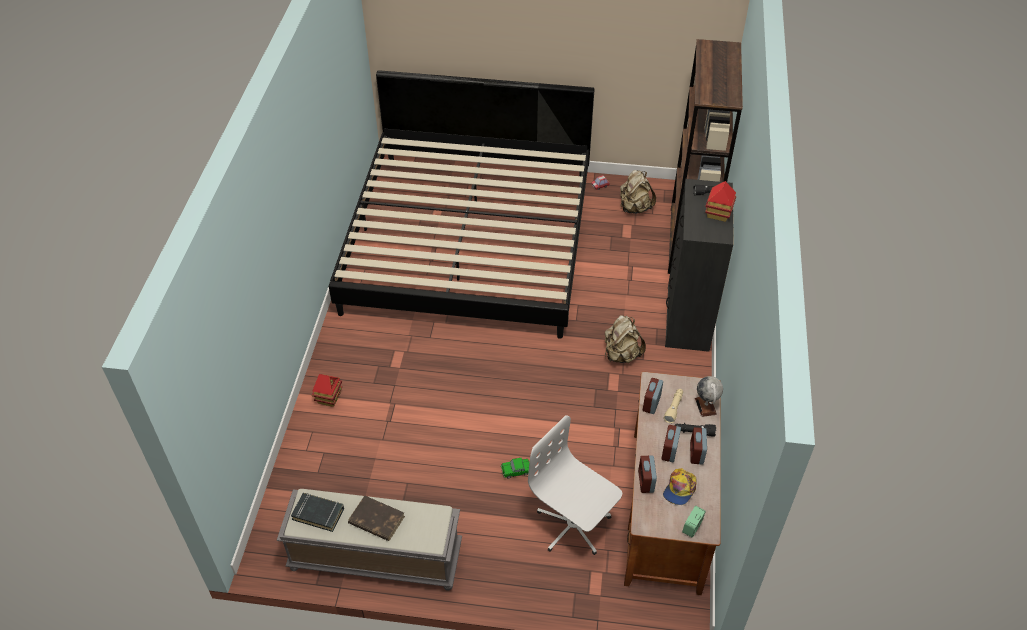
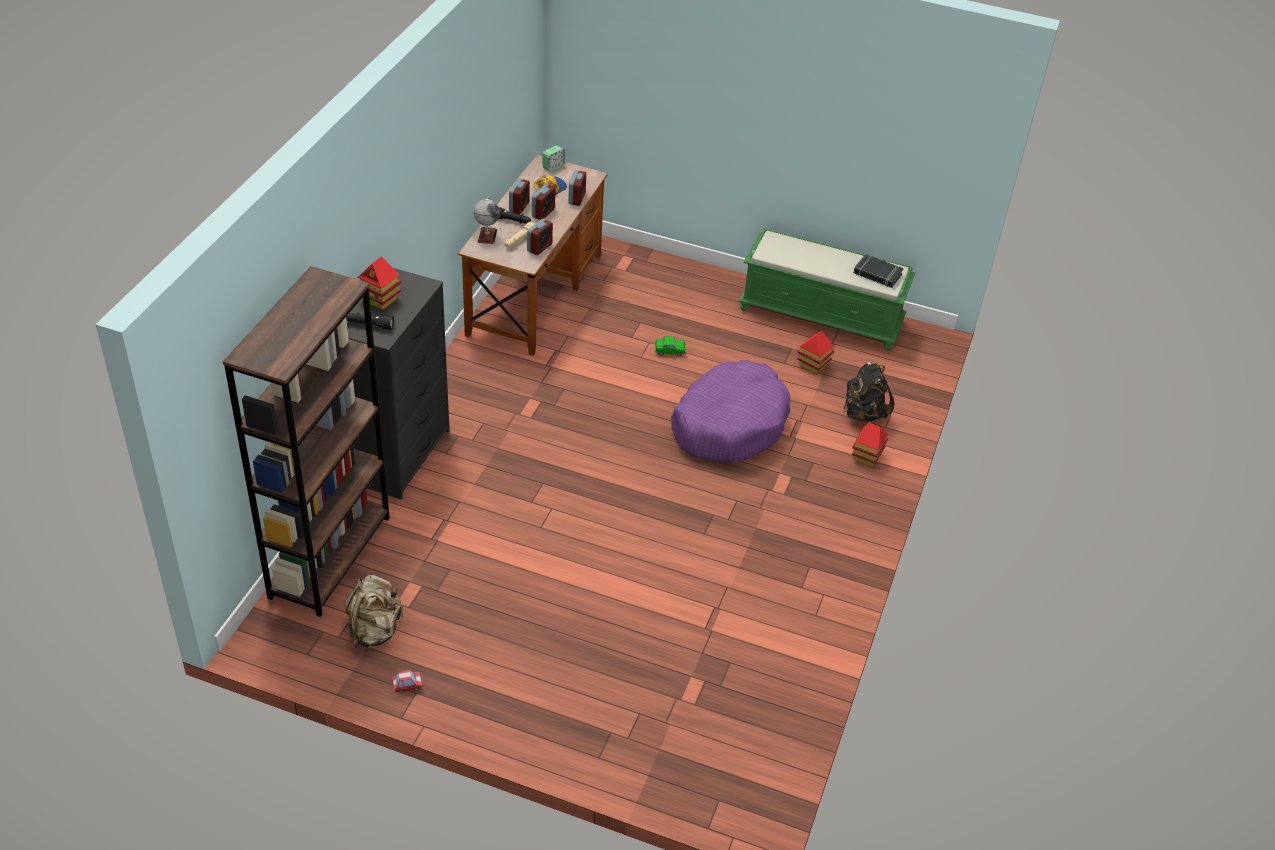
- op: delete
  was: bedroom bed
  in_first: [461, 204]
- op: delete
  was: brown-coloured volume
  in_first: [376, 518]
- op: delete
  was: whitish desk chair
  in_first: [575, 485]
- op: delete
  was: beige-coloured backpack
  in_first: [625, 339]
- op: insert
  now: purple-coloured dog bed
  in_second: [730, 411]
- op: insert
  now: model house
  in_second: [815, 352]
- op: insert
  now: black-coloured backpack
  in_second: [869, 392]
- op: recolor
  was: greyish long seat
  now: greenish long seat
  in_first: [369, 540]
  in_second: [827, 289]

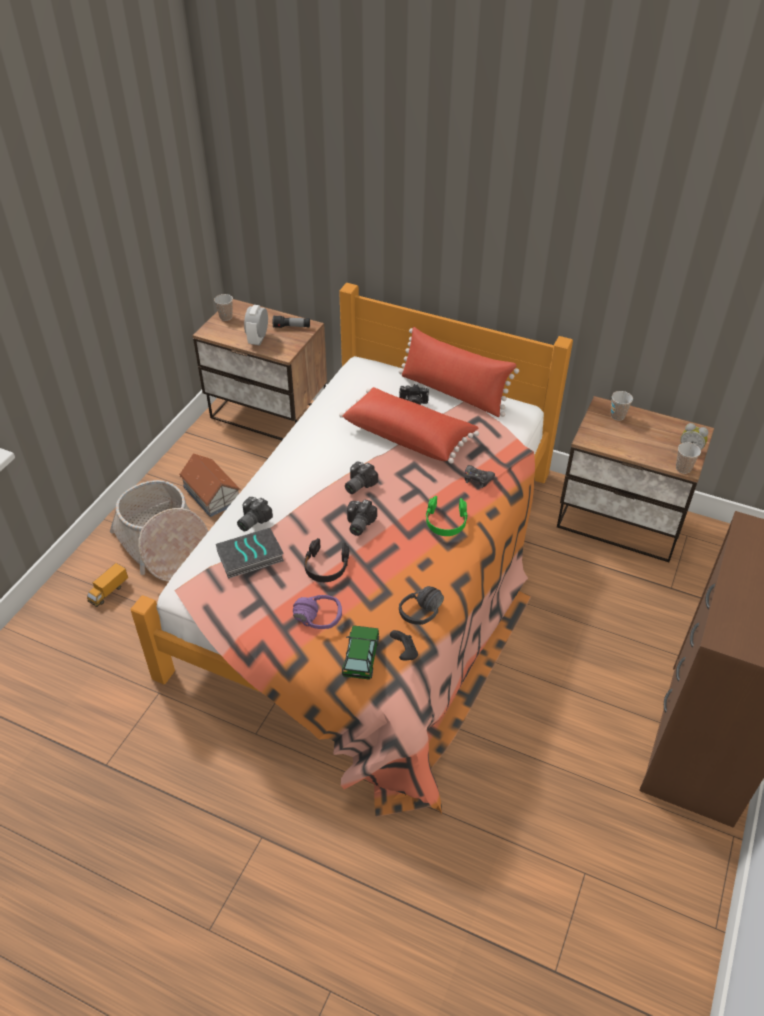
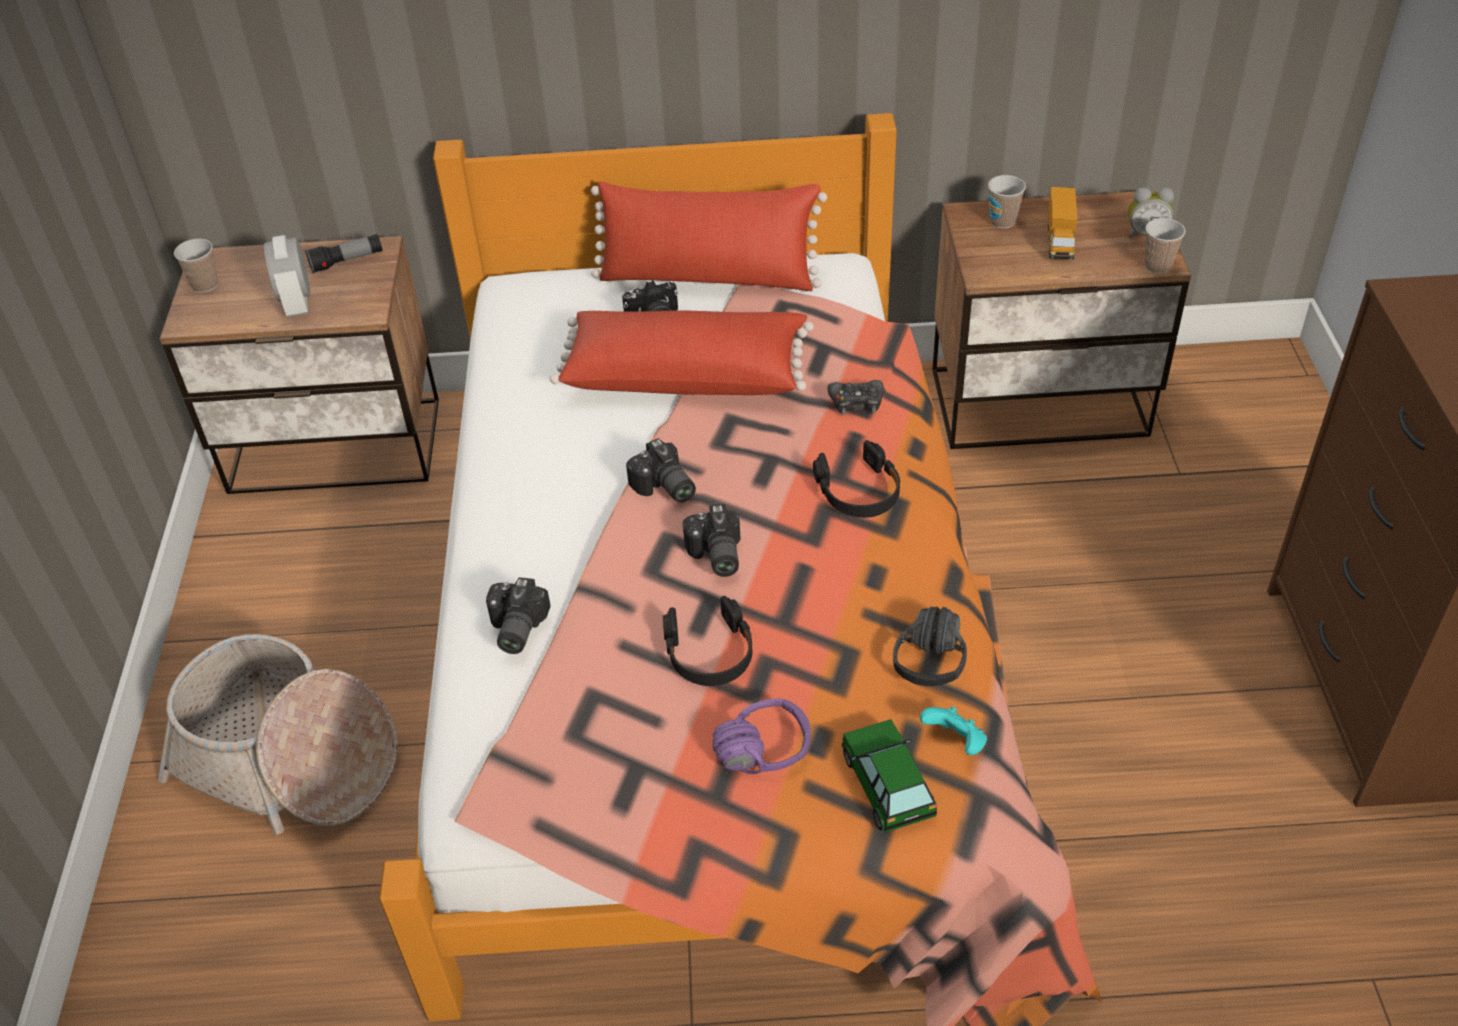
- op: delete
  was: model house
  in_first: [210, 485]
- op: delete
  was: volume
  in_first: [250, 553]
- op: move
  was: toy truck
  in_first: [107, 585]
  in_second: [1062, 223]
- op: recolor
  was: black-coloured gamepad
  now: turquoise-coloured gamepad
  in_first: [404, 645]
  in_second: [953, 730]
- op: recolor
  was: greenish headphones
  now: black-coloured headphones
  in_first: [446, 516]
  in_second: [856, 479]
- op: rotate
  was: photo camera
  in_first: [361, 477]
  in_second: [661, 470]
  clockwise: -45

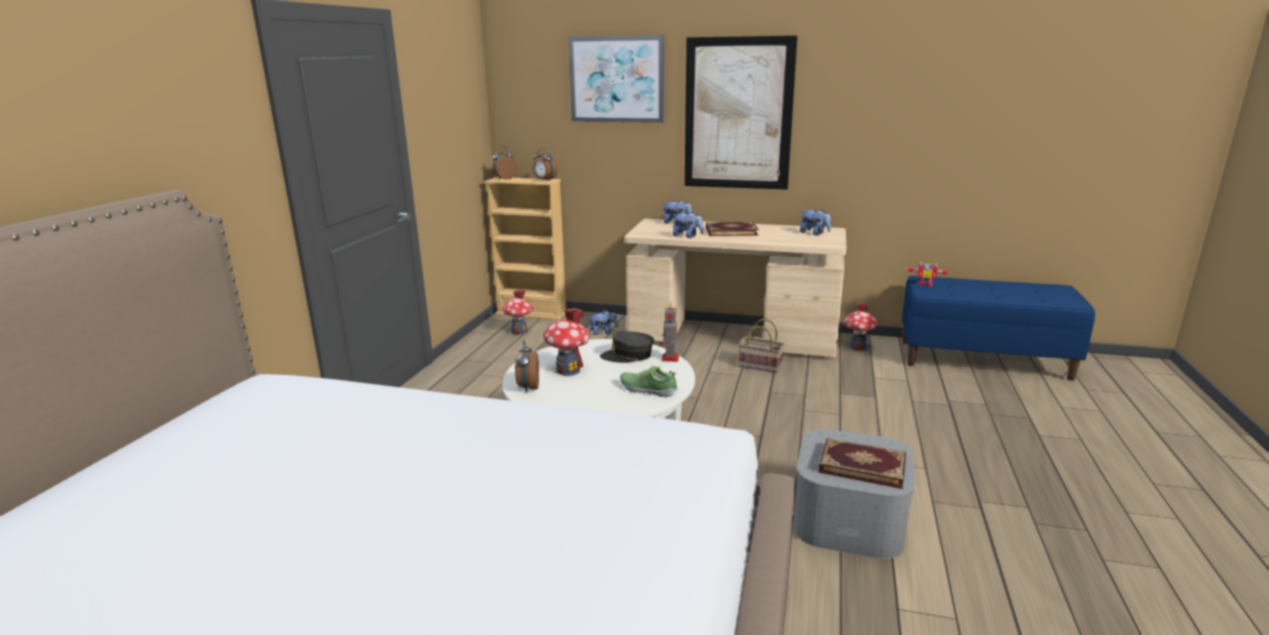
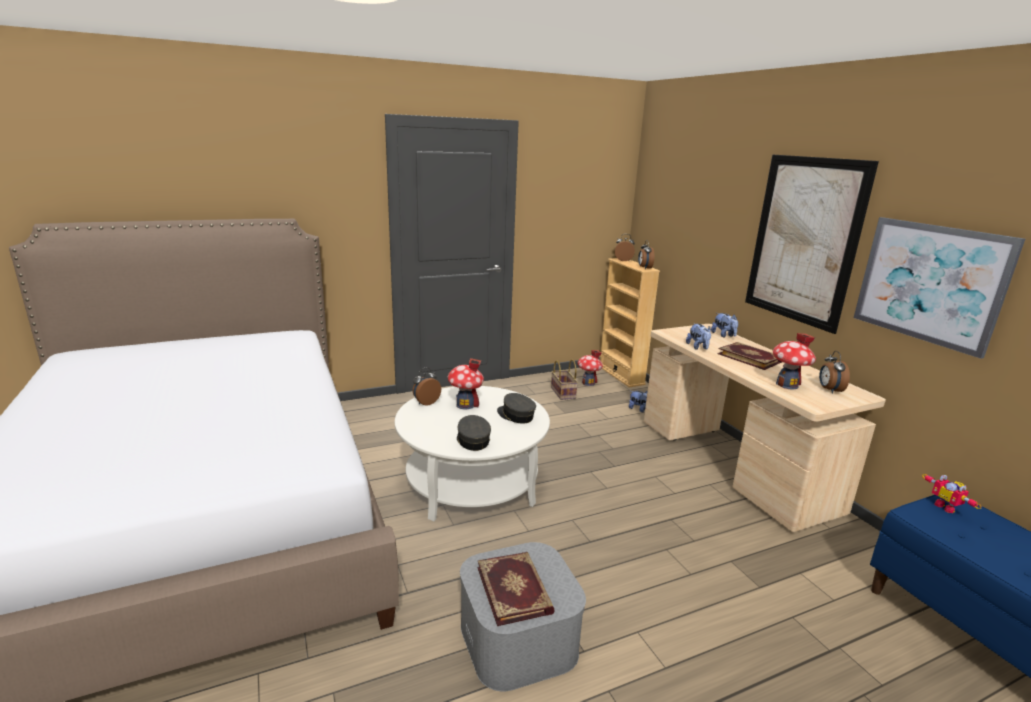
- op: delete
  was: toy robot
  in_first: [670, 332]
- op: move
  was: wall art
  in_first: [616, 79]
  in_second: [939, 288]
- op: move
  was: storage basket
  in_first: [761, 346]
  in_second: [564, 379]
- op: move
  was: model house
  in_first: [861, 327]
  in_second: [794, 361]
- op: replace
  was: shoe
  now: greyish peaked cap
  in_first: [649, 381]
  in_second: [474, 433]
- op: replace
  was: plush toy
  now: table clock
  in_first: [815, 222]
  in_second: [834, 372]

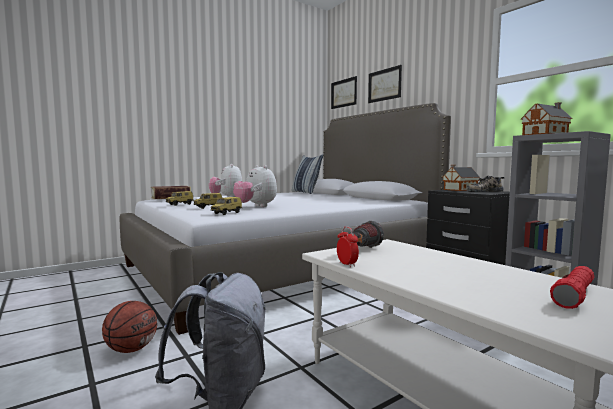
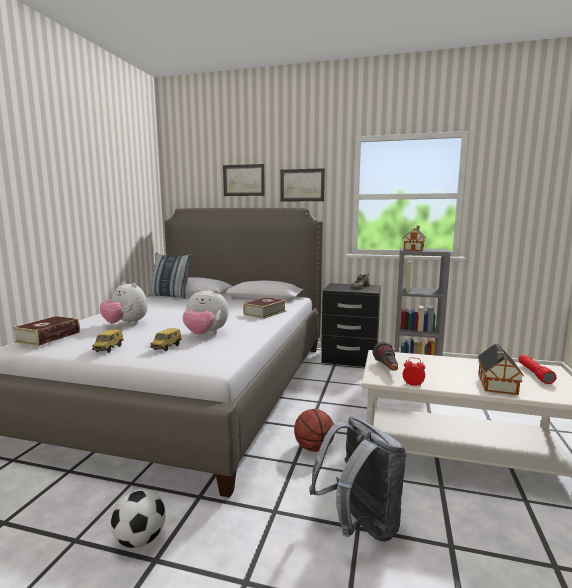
- op: delete
  was: toy car
  in_first: [226, 206]
- op: insert
  now: ball for football
  in_second: [138, 518]
- op: insert
  now: volume
  in_second: [264, 308]
- op: move
  was: ball for basketball
  in_first: [129, 327]
  in_second: [314, 430]
- op: move
  was: wall art
  in_first: [344, 92]
  in_second: [302, 185]
- op: move
  was: model house
  in_first: [461, 178]
  in_second: [501, 369]

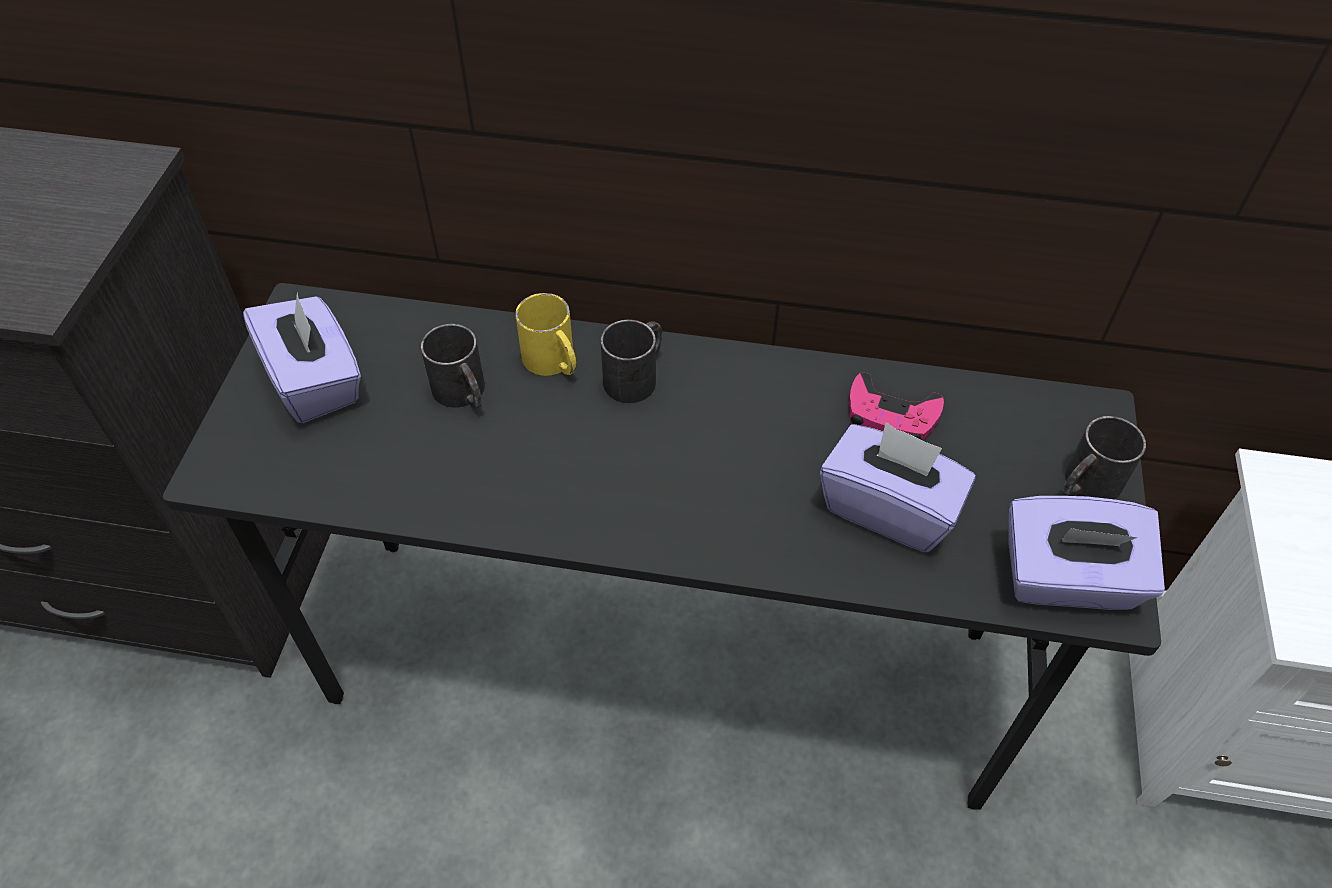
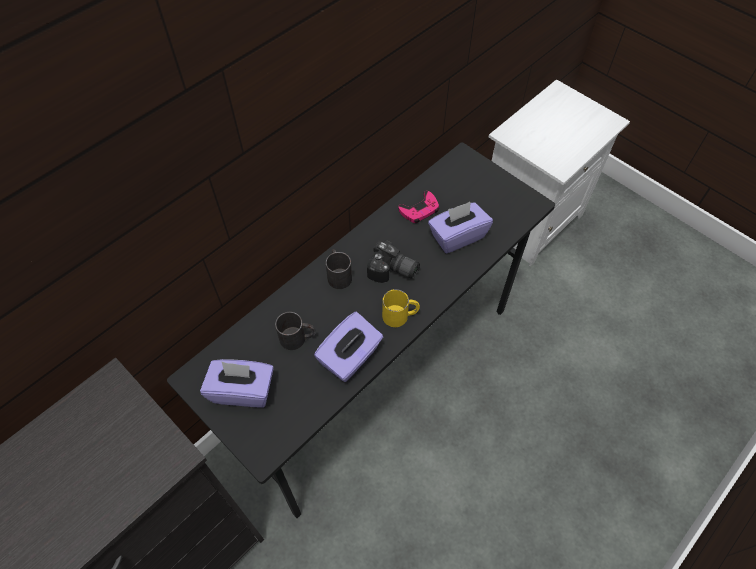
- op: delete
  was: black-coloured coffee mug
  in_first: [1104, 458]
- op: insert
  now: photo camera
  in_second: [393, 261]
- op: move
  was: yellow coffee mug
  in_first: [545, 334]
  in_second: [401, 308]
- op: move
  was: purple-coloured tissue box
  in_first: [1086, 553]
  in_second: [348, 347]

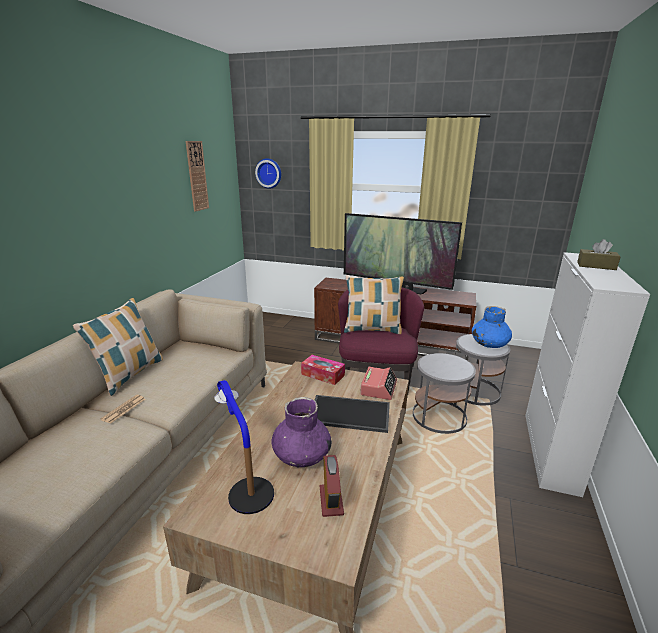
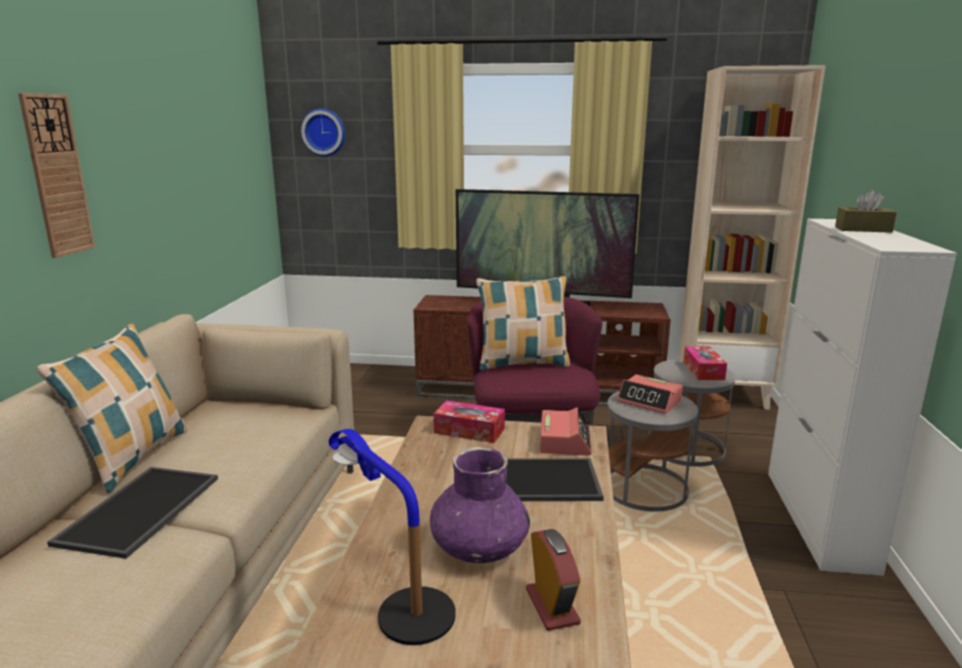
- op: insert
  now: table clock
  in_second: [650, 394]
- op: insert
  now: beige-coloured bookshelf
  in_second: [752, 237]
- op: move
  was: hanging clock
  in_first: [197, 176]
  in_second: [56, 175]
- op: replace
  was: printed paper
  now: carrying tray
  in_first: [122, 409]
  in_second: [132, 513]
- op: replace
  was: bluish vase
  now: tissue box
  in_first: [492, 327]
  in_second: [705, 363]

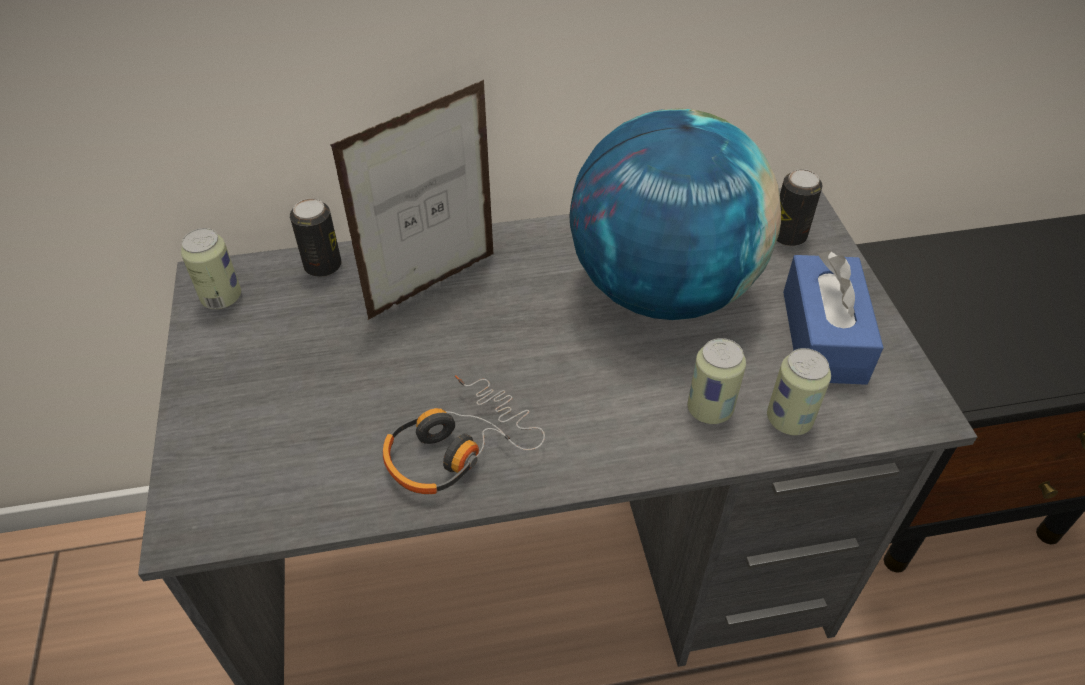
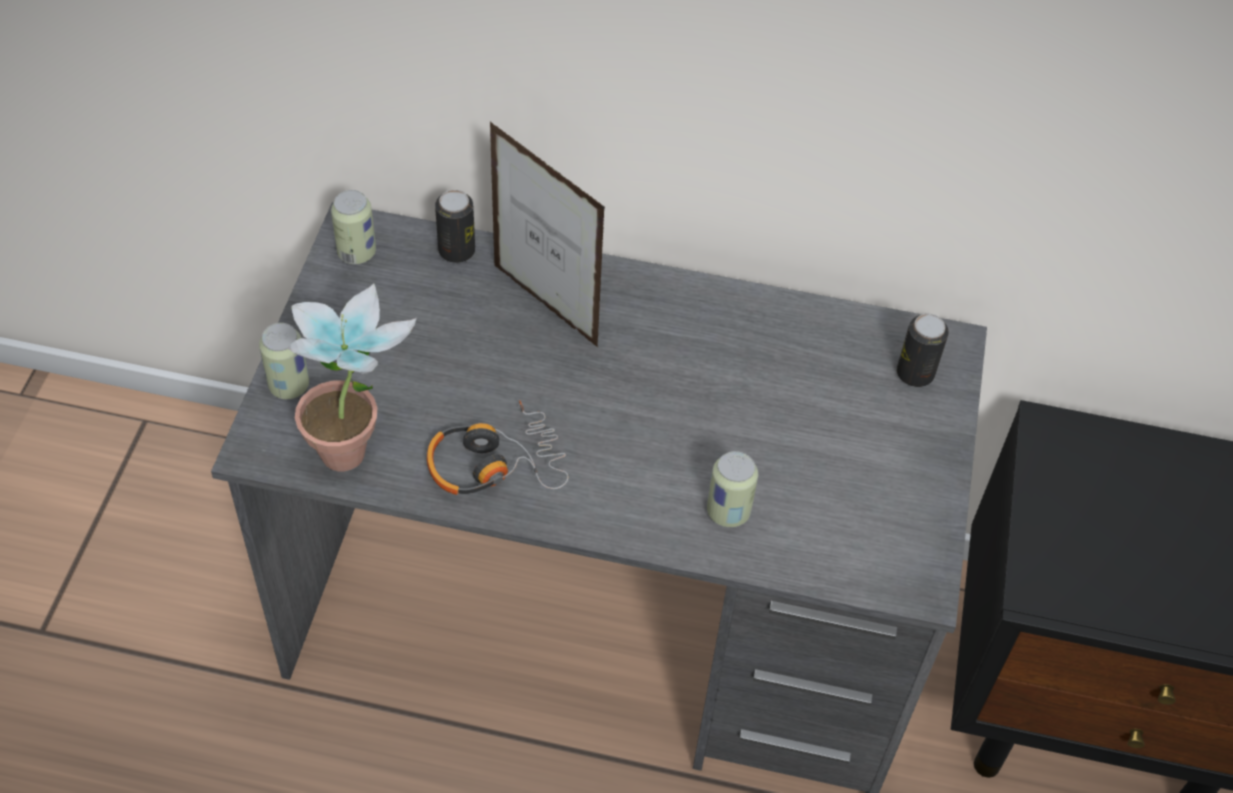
- op: delete
  was: world globe
  in_first: [675, 214]
- op: delete
  was: bluish tissue box
  in_first: [833, 318]
- op: insert
  now: potted plant
  in_second: [351, 378]
- op: move
  was: metal can
  in_first: [799, 392]
  in_second: [284, 361]
- op: rotate
  was: picture frame
  in_first: [411, 200]
  in_second: [547, 234]
  clockwise: -120

